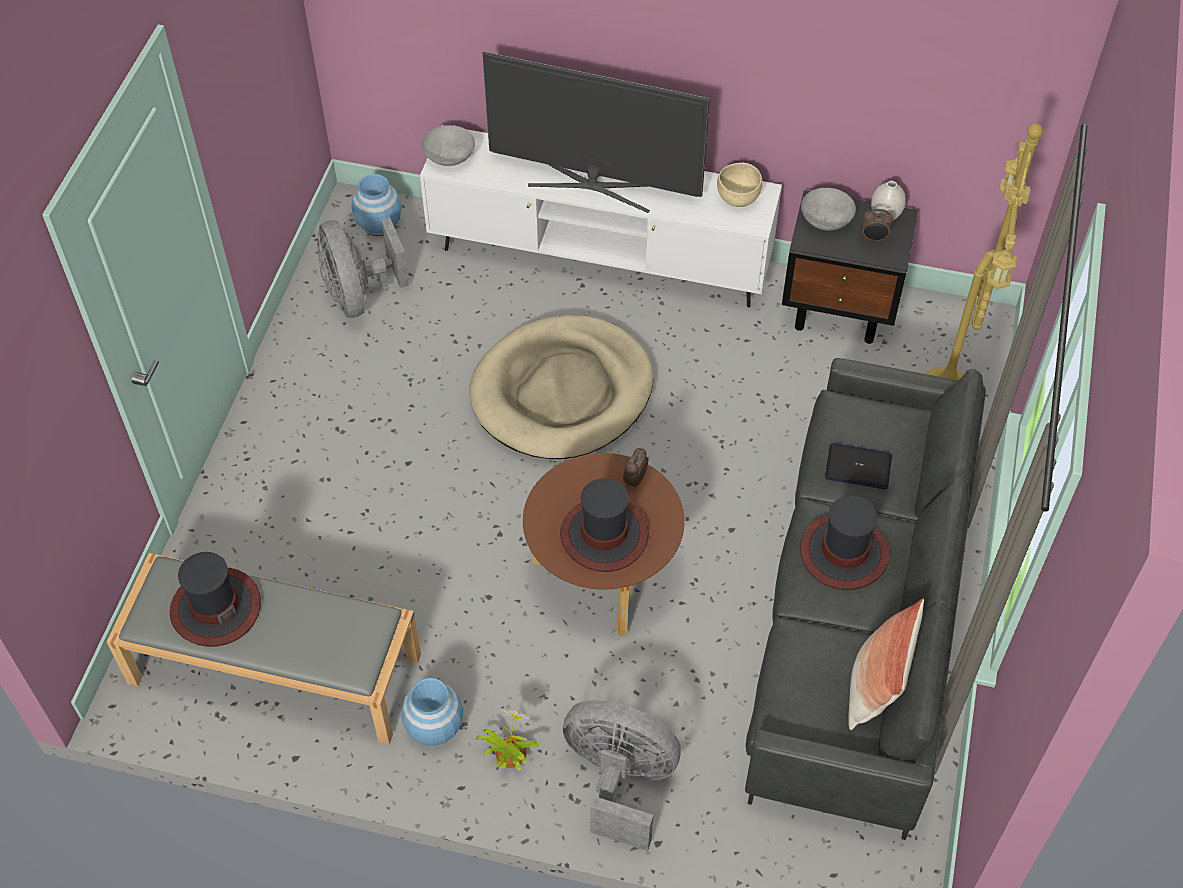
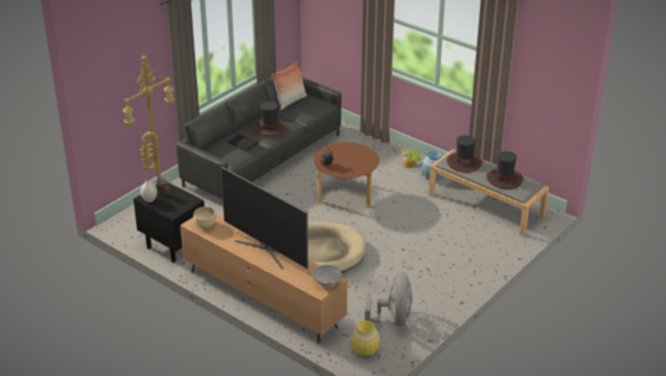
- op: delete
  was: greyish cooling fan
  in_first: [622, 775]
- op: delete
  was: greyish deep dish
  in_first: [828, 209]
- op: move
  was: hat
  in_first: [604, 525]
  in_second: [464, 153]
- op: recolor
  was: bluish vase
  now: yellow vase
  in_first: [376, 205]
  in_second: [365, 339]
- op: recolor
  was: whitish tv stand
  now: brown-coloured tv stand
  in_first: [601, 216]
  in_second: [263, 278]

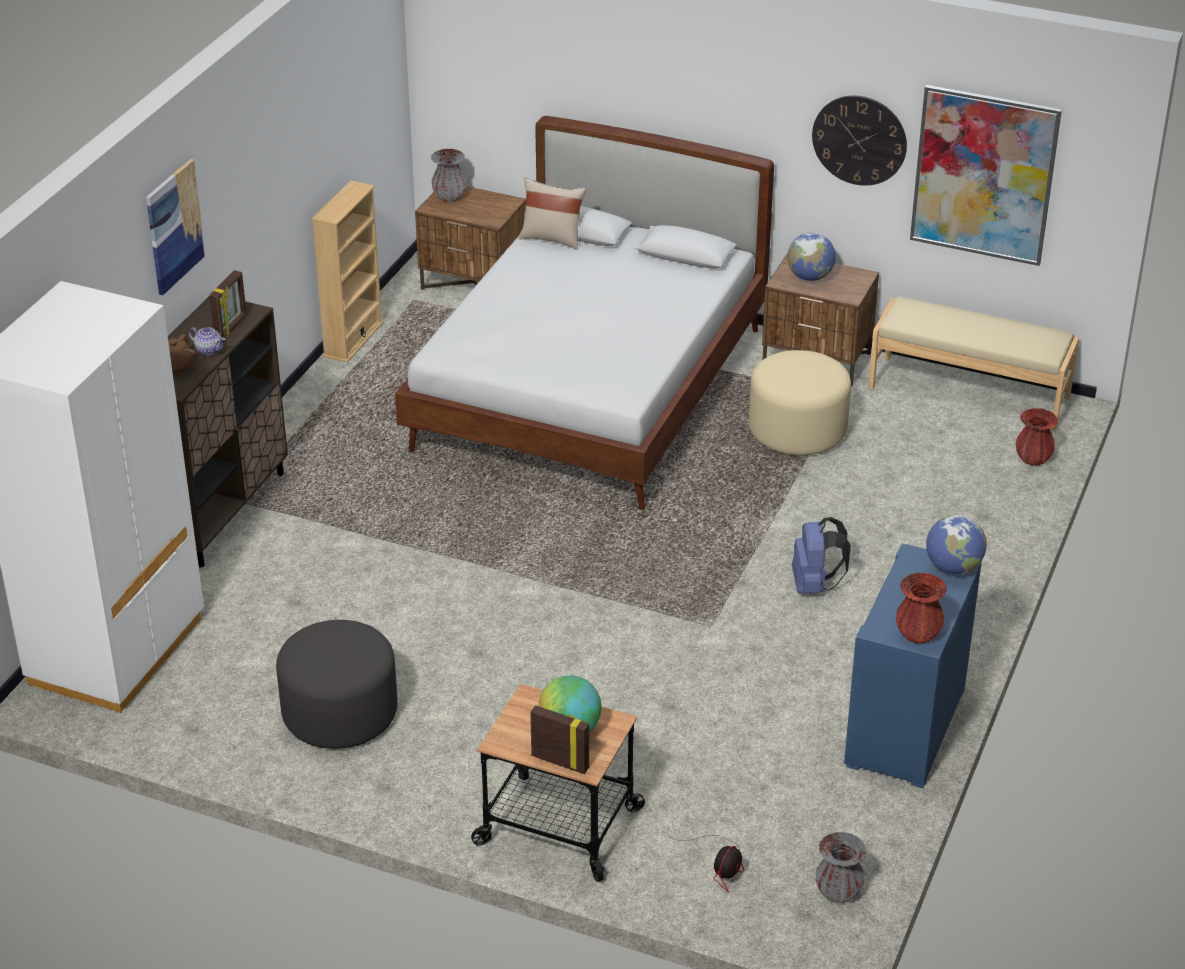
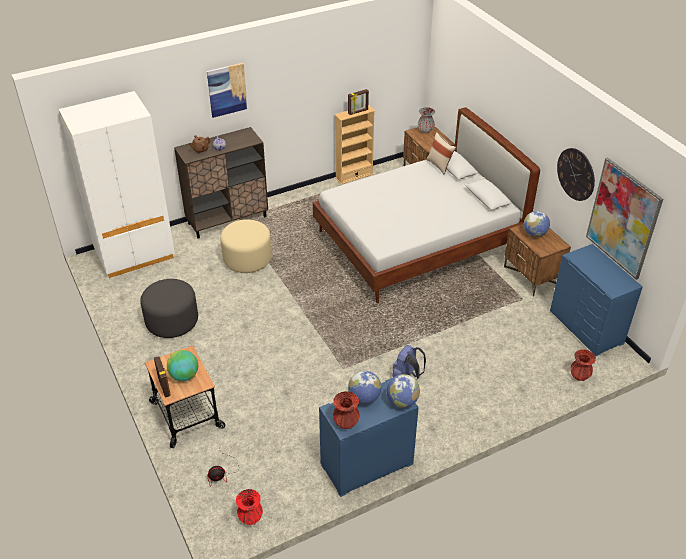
- op: insert
  now: world globe
  in_second: [364, 387]
- op: move
  was: picture frame
  in_first: [228, 304]
  in_second: [358, 102]
- op: move
  was: beige-coloured ottoman
  in_first: [800, 403]
  in_second: [246, 246]
- op: replace
  was: beige-coloured long seat
  now: bluish dresser
  in_first: [973, 363]
  in_second: [596, 300]
- op: recolor
  was: greyish vase
  now: red-coloured vase
  in_first: [841, 867]
  in_second: [249, 507]

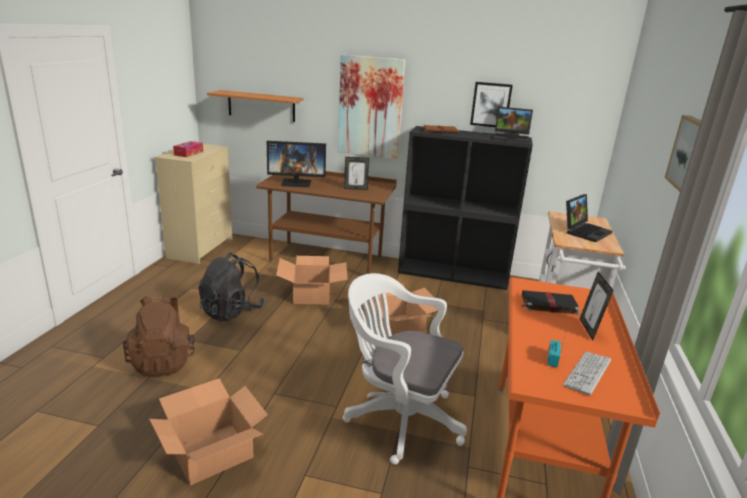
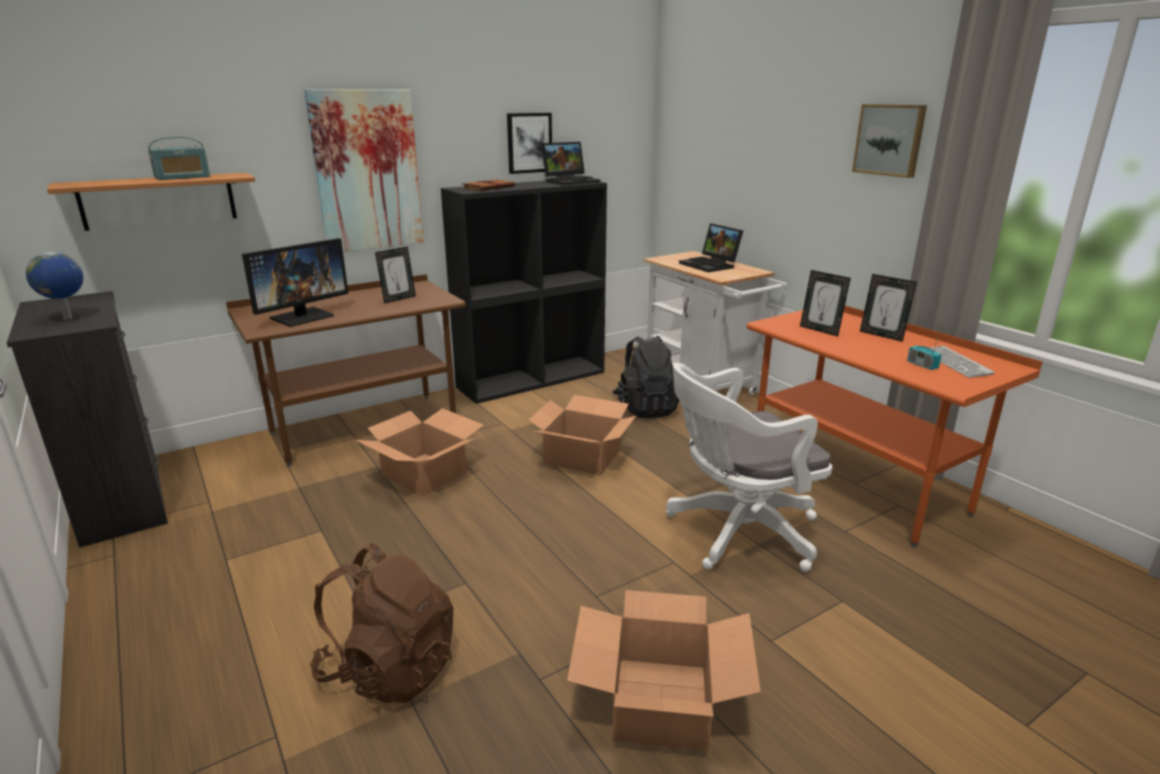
- op: insert
  now: radio set
  in_second: [179, 158]
- op: move
  was: black-coloured backpack
  in_first: [231, 287]
  in_second: [646, 377]
- op: replace
  was: tissue box
  now: world globe
  in_first: [188, 149]
  in_second: [54, 286]
- op: replace
  was: black-coloured volume
  now: picture frame
  in_first: [550, 302]
  in_second: [825, 303]
- op: recolor
  was: beige-coloured dresser
  now: black-coloured dresser
  in_first: [193, 204]
  in_second: [87, 419]
- op: rotate
  was: portable computer
  in_first: [589, 218]
  in_second: [711, 247]
  clockwise: 150

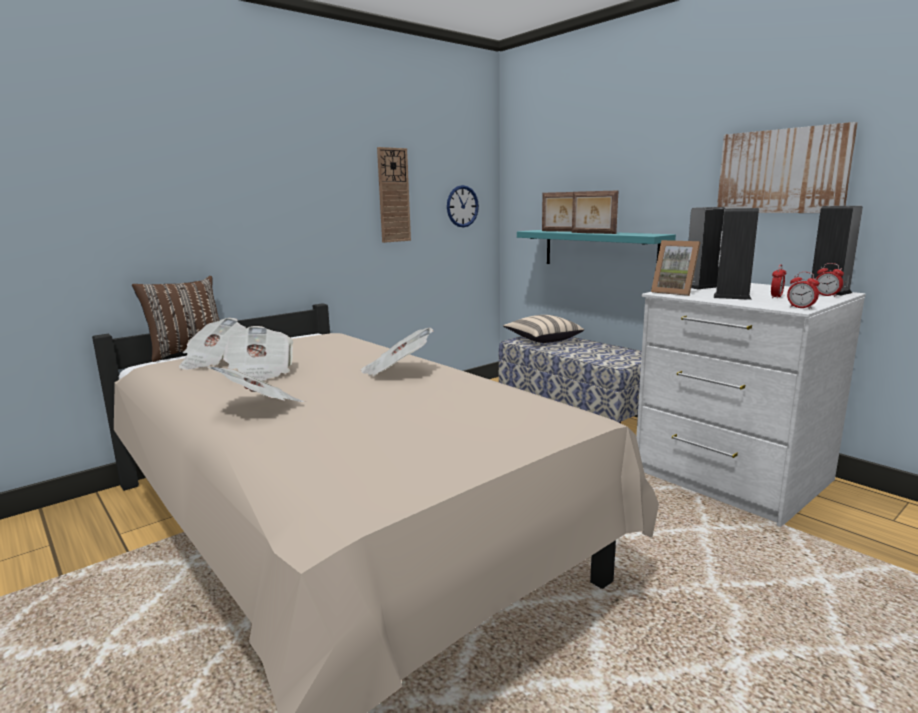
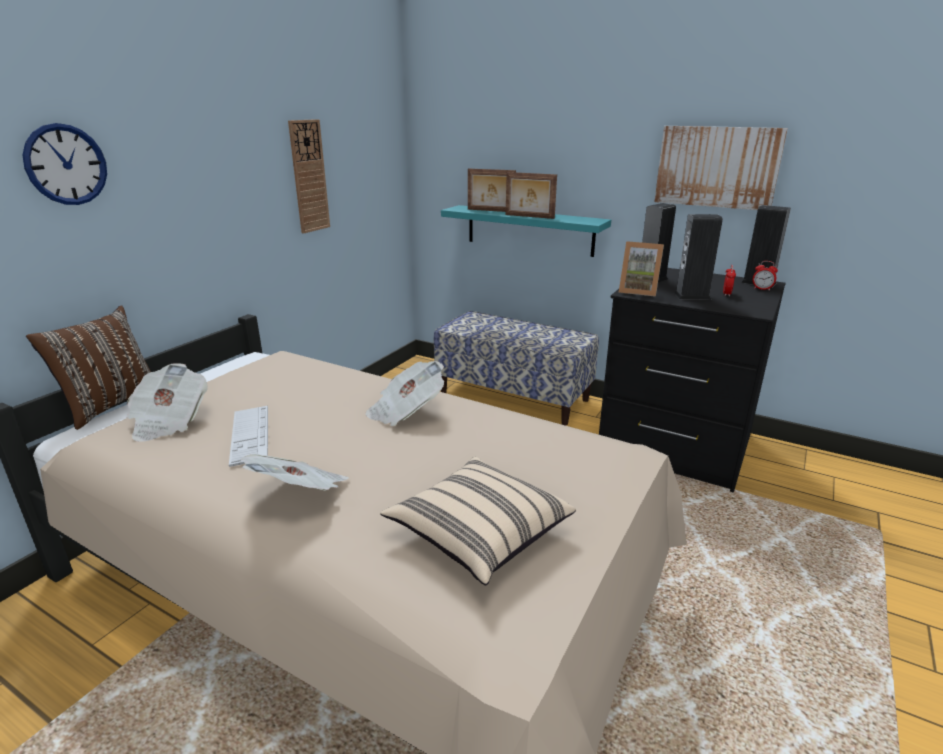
- op: delete
  was: table clock
  in_first: [803, 290]
- op: move
  was: hanging clock
  in_first: [463, 206]
  in_second: [65, 164]
- op: move
  was: beige-coloured throw pillow
  in_first: [543, 329]
  in_second: [478, 521]
- op: replace
  was: printed paper
  now: PC keyboard
  in_first: [257, 353]
  in_second: [248, 436]
- op: recolor
  was: whitish dresser
  now: black-coloured dresser
  in_first: [751, 405]
  in_second: [692, 380]

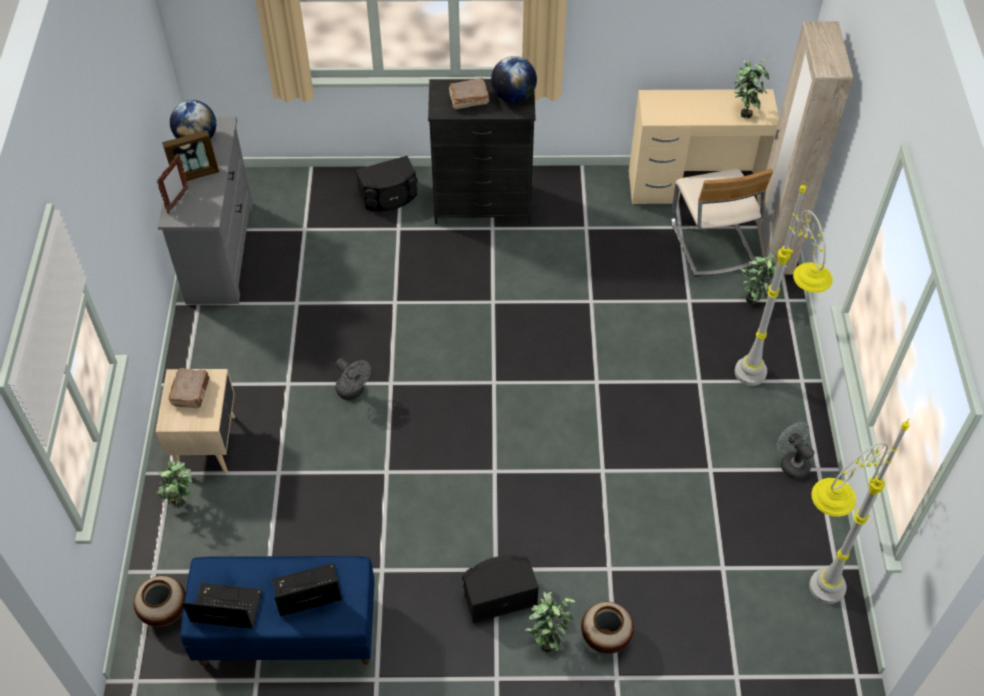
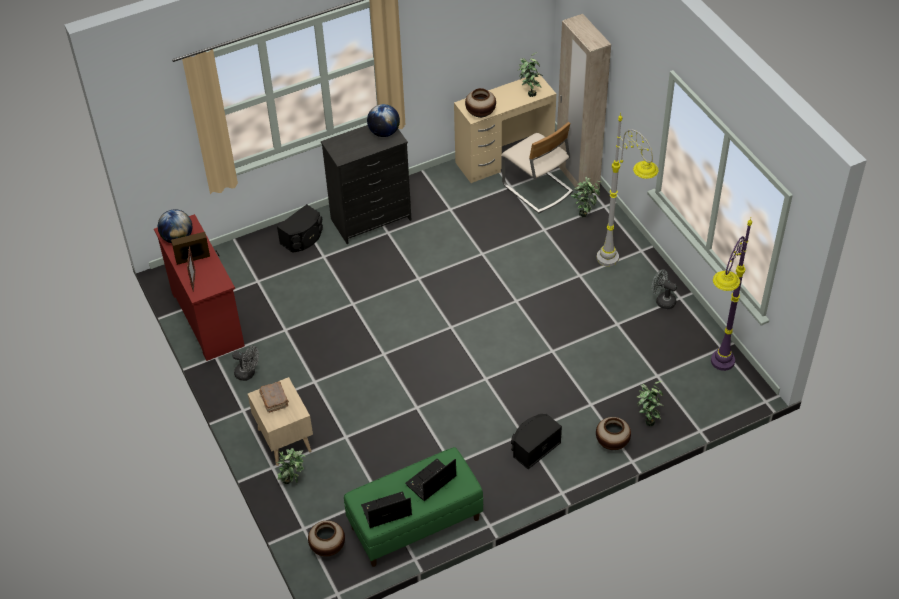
- op: delete
  was: brown-coloured volume
  in_first: [469, 94]
- op: insert
  now: vase
  in_second: [480, 103]
- op: move
  was: greyish cooling fan
  in_first: [353, 379]
  in_second: [245, 363]
- op: move
  was: potted plant
  in_first: [550, 622]
  in_second: [650, 403]
- op: recolor
  was: greyish dresser
  now: red-coloured dresser
  in_first: [205, 210]
  in_second: [199, 287]
- op: recolor
  was: bluish long seat
  now: greenish long seat
  in_first: [278, 611]
  in_second: [413, 507]
- op: recolor
  was: greyish standing lamp
  now: purple-coloured standing lamp
  in_first: [859, 511]
  in_second: [731, 294]
- op: rotate
  was: picture frame
  in_first: [190, 155]
  in_second: [190, 248]
  clockwise: -150

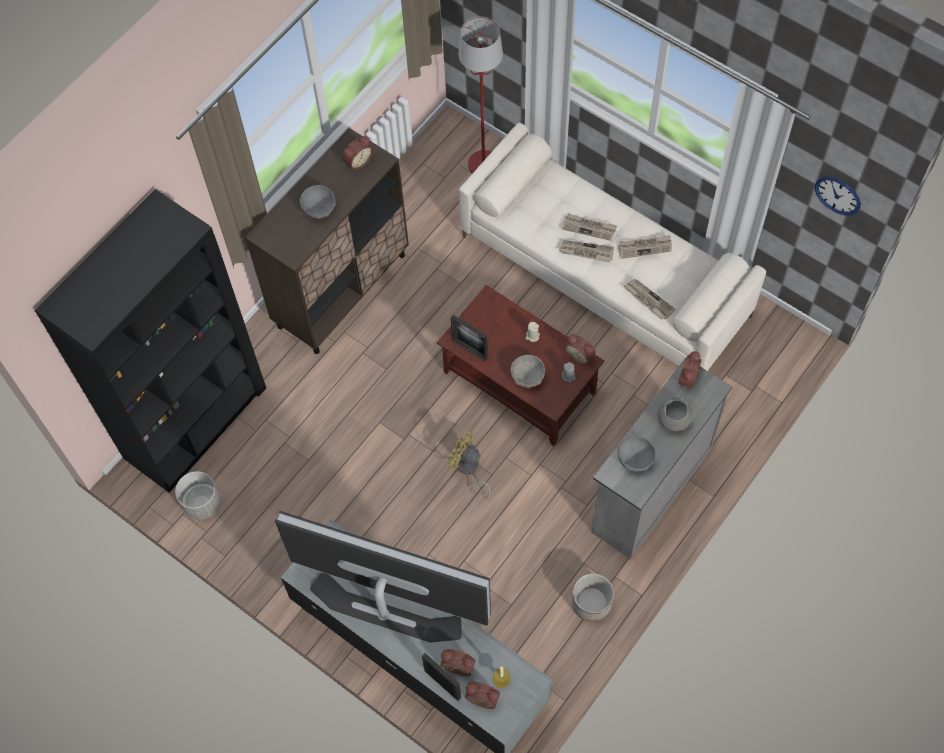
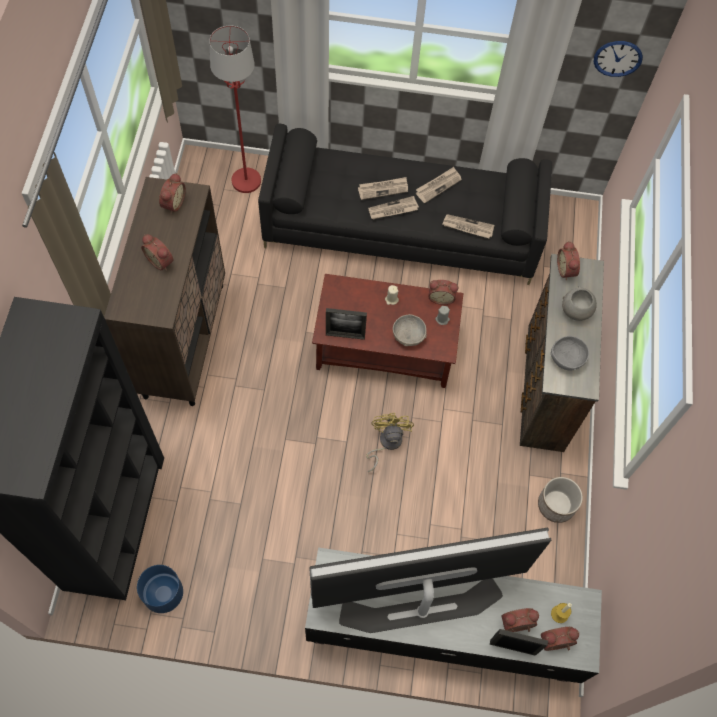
- op: replace
  was: greyish deep dish
  now: table clock
  in_first: [318, 202]
  in_second: [157, 252]
- op: recolor
  was: greyish plant pot
  now: bluish plant pot
  in_first: [197, 495]
  in_second: [160, 589]
- op: recolor
  was: beige-coloured sofa
  now: black-coloured sofa
  in_first: [612, 247]
  in_second: [405, 204]
- op: recolor
  was: greyish dresser
  now: brown-coloured dresser
  in_first: [661, 458]
  in_second: [562, 353]
- op: rotate
  was: yellow cooling fan
  in_first: [469, 465]
  in_second: [390, 442]
  clockwise: 90

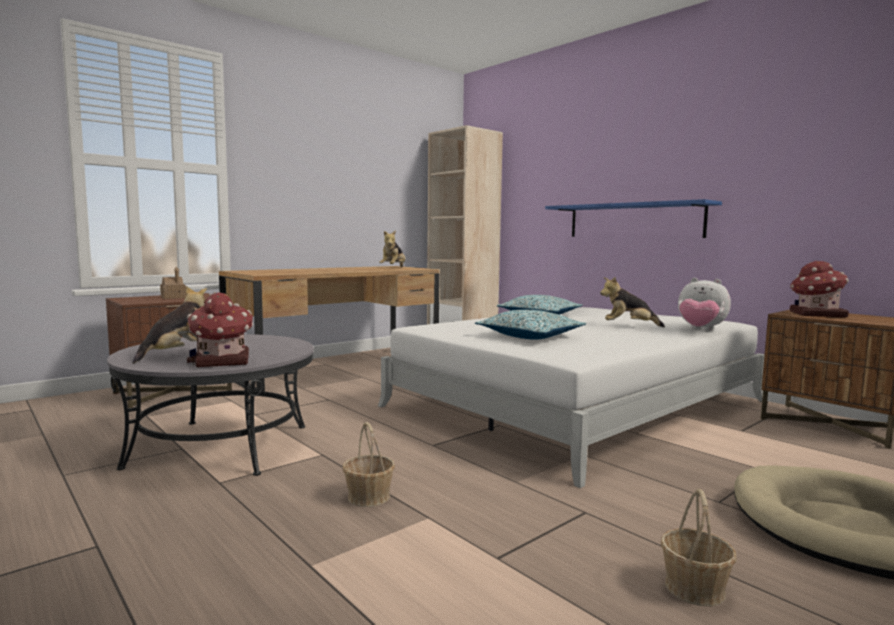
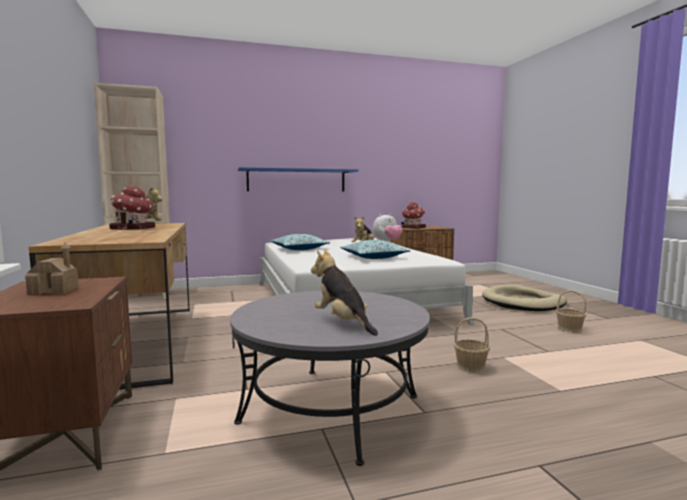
- op: move
  was: model house
  in_first: [220, 329]
  in_second: [132, 208]

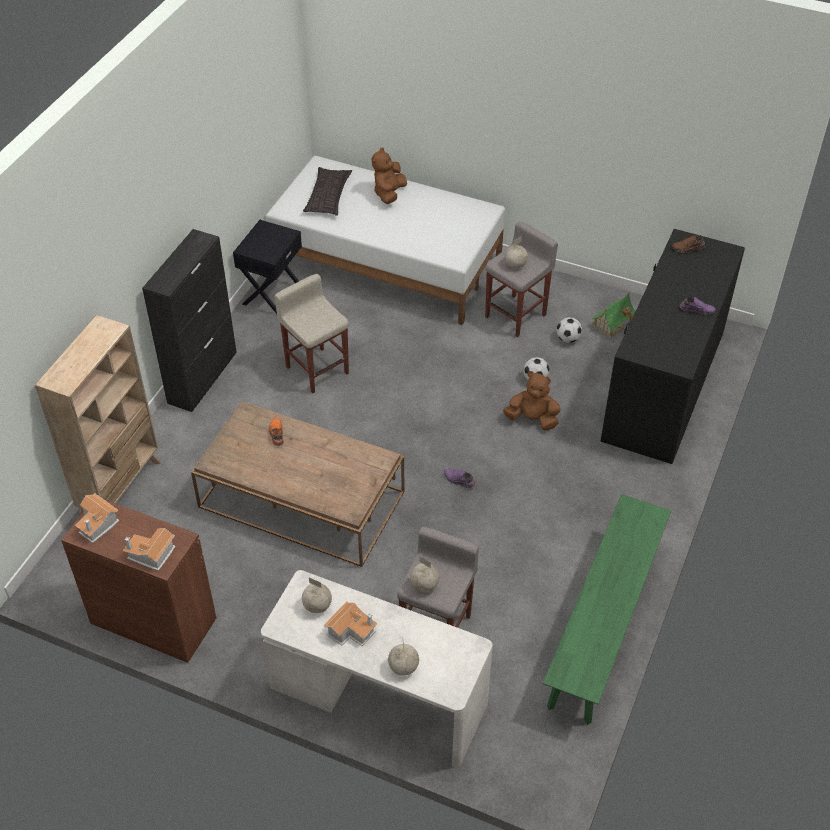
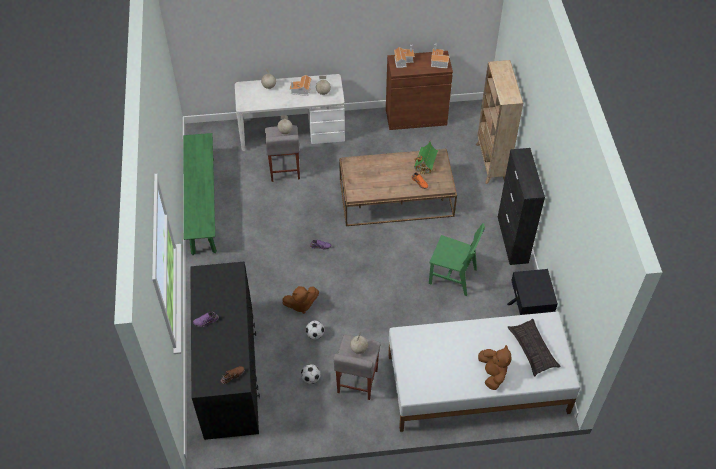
- op: move
  was: model house
  in_first: [614, 315]
  in_second: [426, 158]
- op: replace
  was: beige-coloured stool
  now: greenish chair
  in_first: [311, 333]
  in_second: [457, 259]

